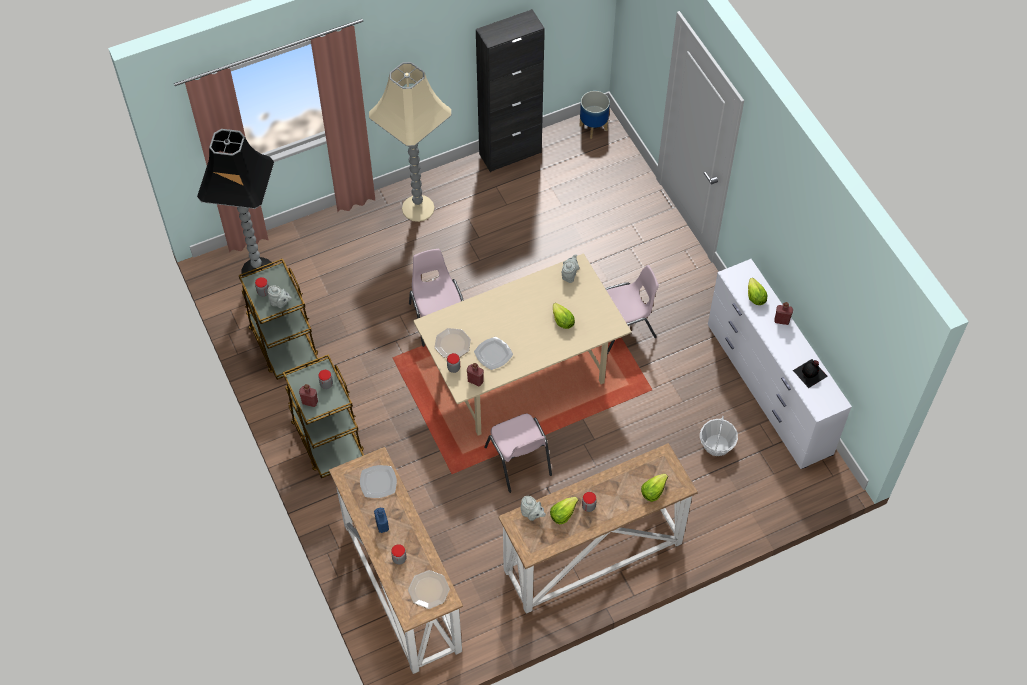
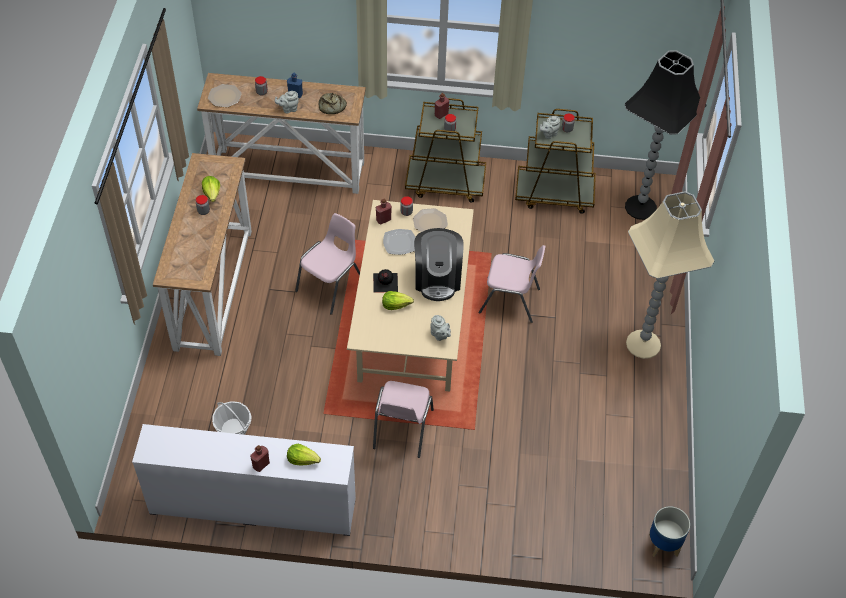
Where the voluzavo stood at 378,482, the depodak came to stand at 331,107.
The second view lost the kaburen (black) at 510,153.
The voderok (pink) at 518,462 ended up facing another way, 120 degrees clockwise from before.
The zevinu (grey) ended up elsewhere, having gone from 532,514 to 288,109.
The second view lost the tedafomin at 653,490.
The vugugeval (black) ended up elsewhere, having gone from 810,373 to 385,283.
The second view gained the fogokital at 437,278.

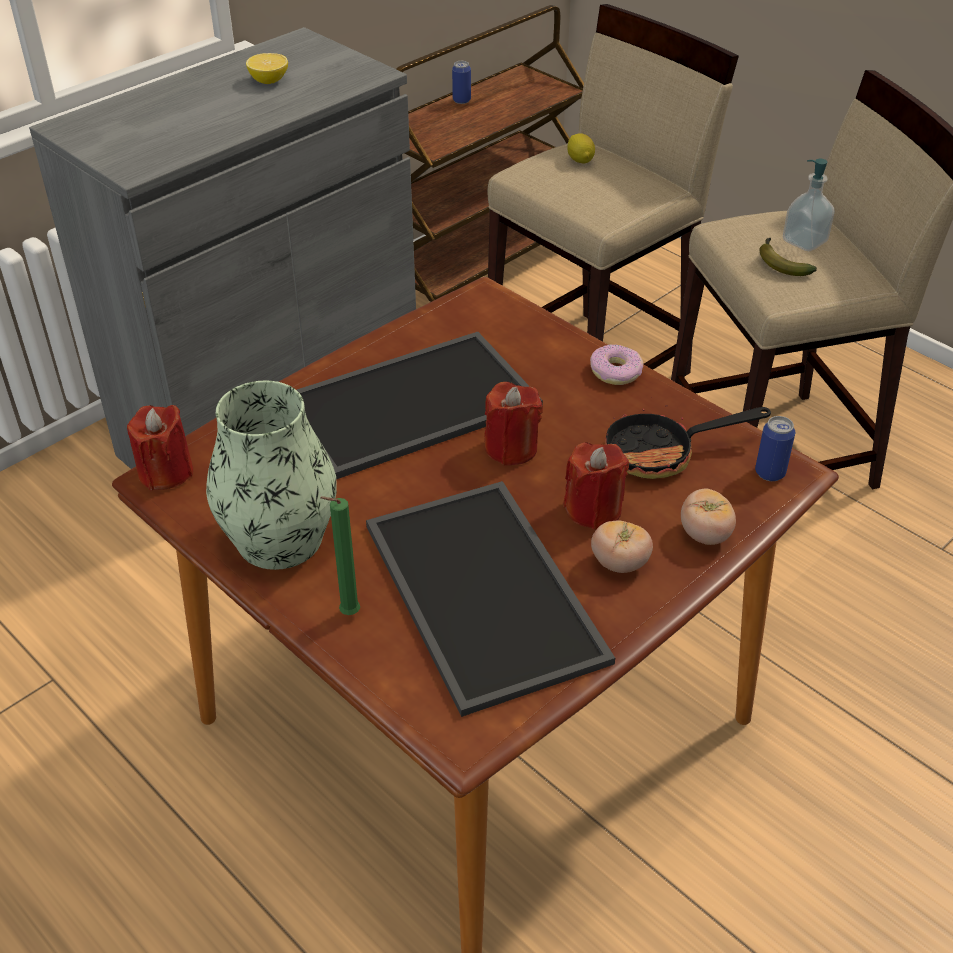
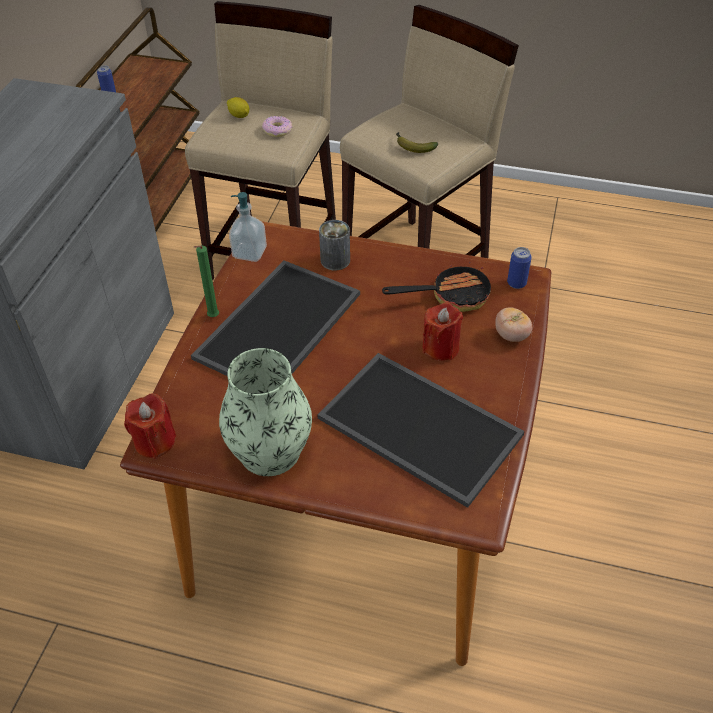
The second view lost the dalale at 269,80.
The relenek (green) ended up elsewhere, having gone from 346,614 to 212,318.
The second view lost the relenek (red) at 511,448.
The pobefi ended up elsewhere, having gone from 616,371 to 277,130.
The second view lost the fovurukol at 619,563.
The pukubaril at 662,453 ended up facing another way, 150 degrees counterclockwise from before.
The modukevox ended up elsewhere, having gone from 804,241 to 249,253.
The second view gained the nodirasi at 335,260.

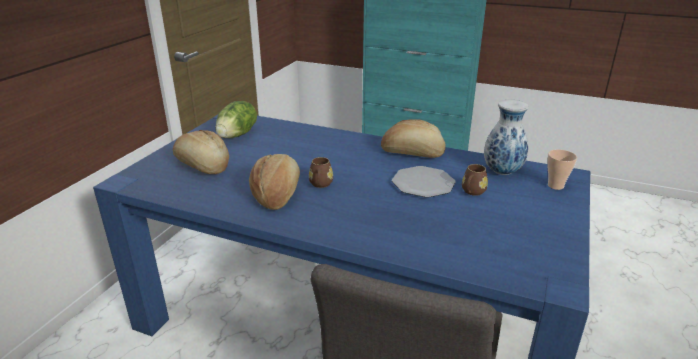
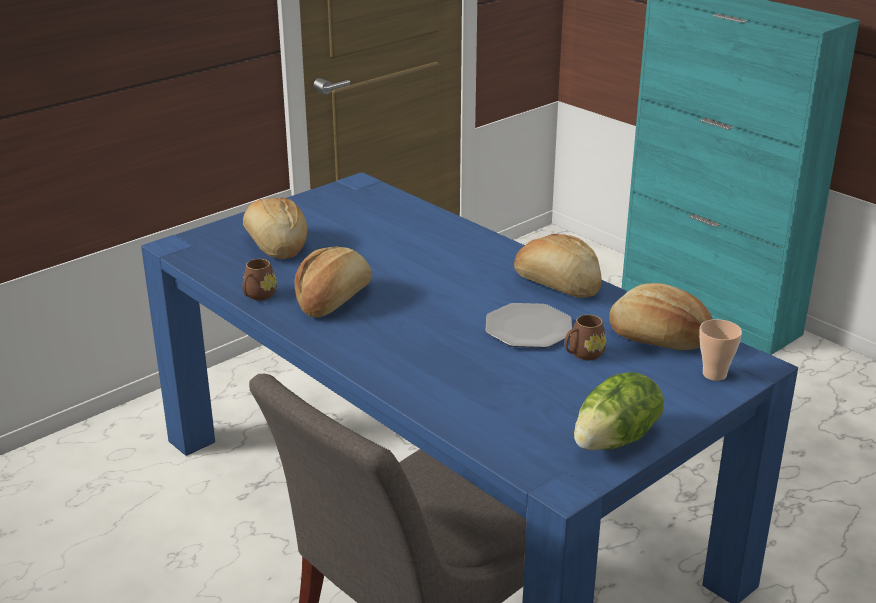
The tedafomin ended up elsewhere, having gone from 238,135 to 617,440.
The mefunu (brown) ended up elsewhere, having gone from 320,185 to 258,296.
Where the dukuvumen stood at 502,171, the depodak came to stand at 659,338.

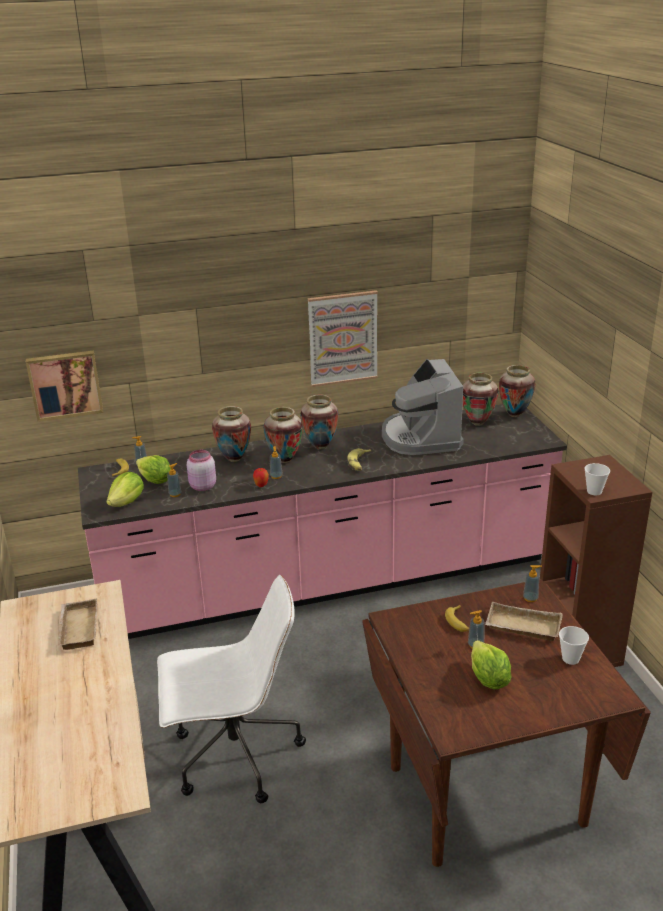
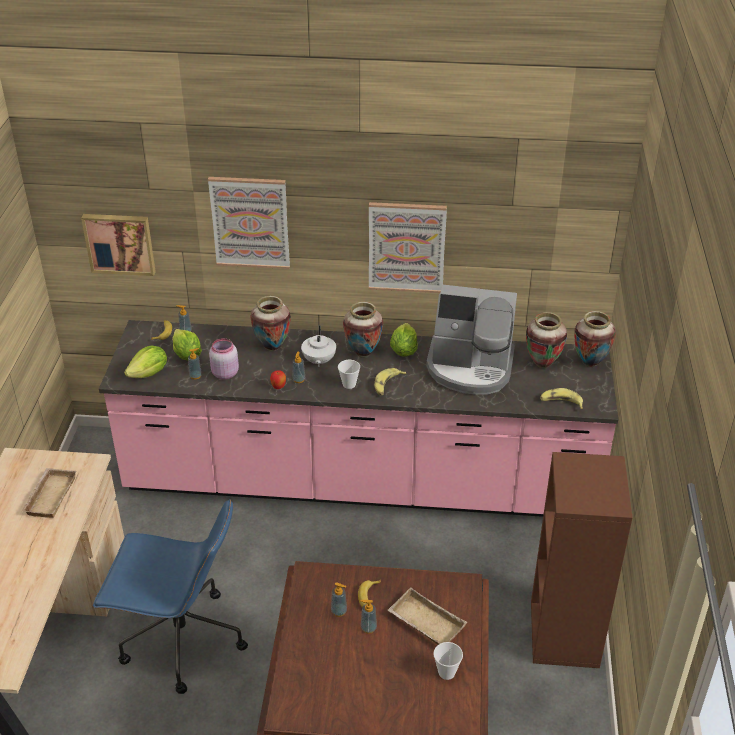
What was the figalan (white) at 234,756 turned into the figalan (blue) at 180,640.
Where the dukuvumen stood at 284,460, the zevinu (white) came to stand at 318,361.
The fogokital at 420,437 ended up facing another way, 90 degrees counterclockwise from before.
The tedafomin ended up elsewhere, having gone from 488,679 to 403,350.
The modukevox ended up elsewhere, having gone from 530,598 to 339,611.
The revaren ended up elsewhere, having gone from 594,491 to 349,384.
The second view gained the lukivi at 250,222.
The second view gained the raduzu at 561,402.

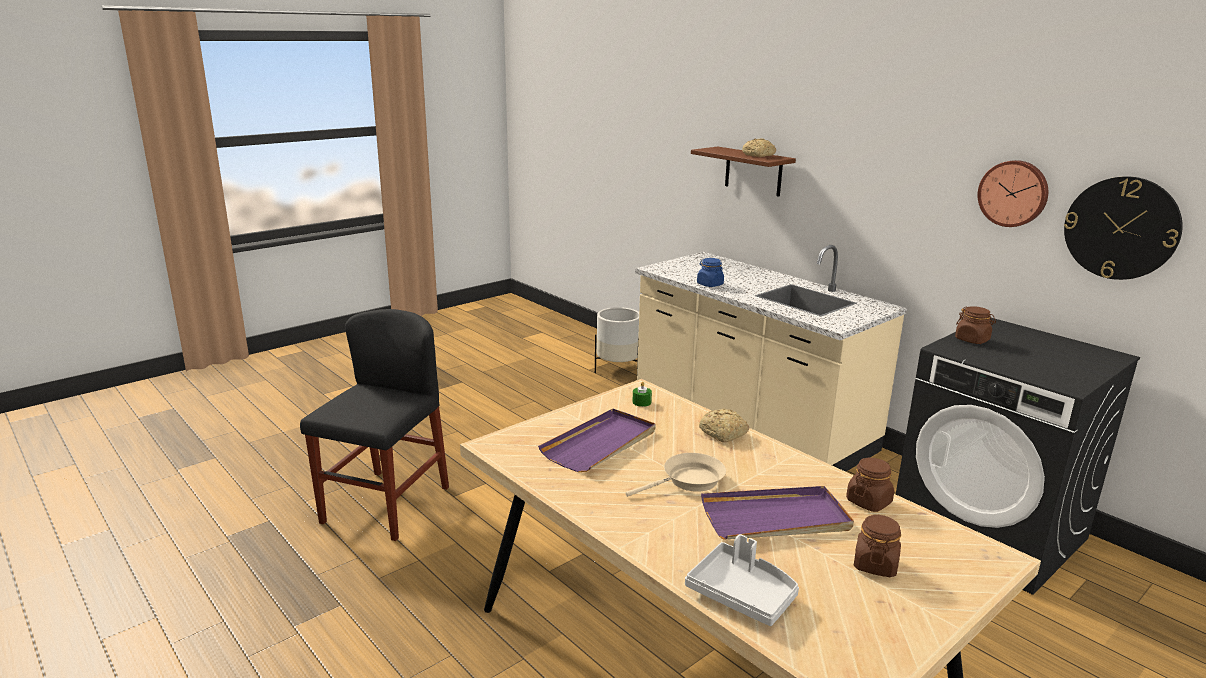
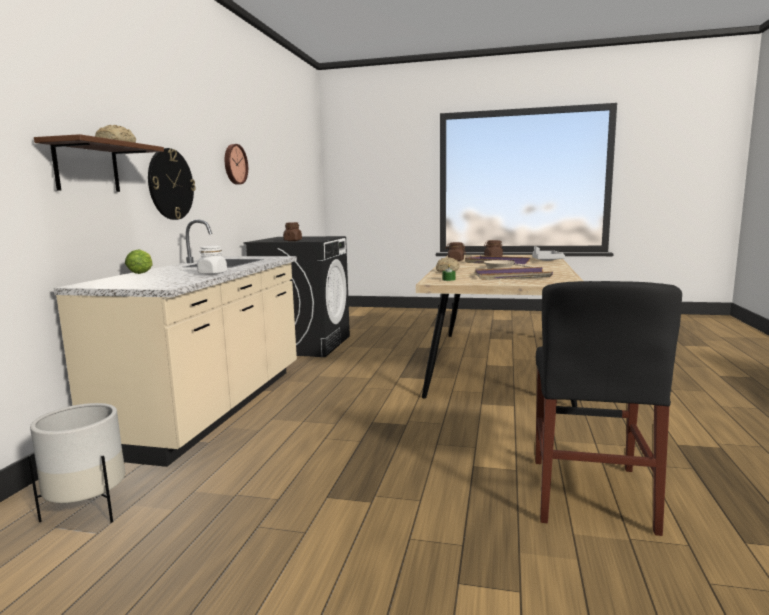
The voderok (black) at 386,505 ended up facing another way, 60 degrees counterclockwise from before.
What was the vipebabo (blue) at 709,284 turned into the vipebabo (white) at 212,273.
The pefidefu ended up elsewhere, having gone from 1121,228 to 170,184.
The second view gained the tedafomin at 142,272.

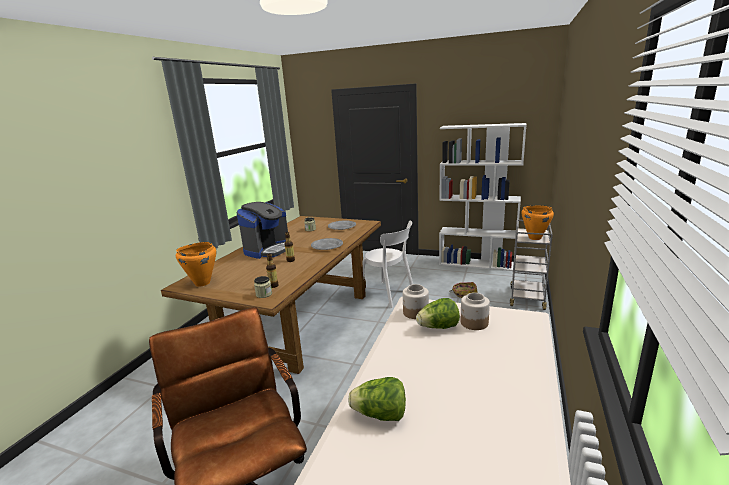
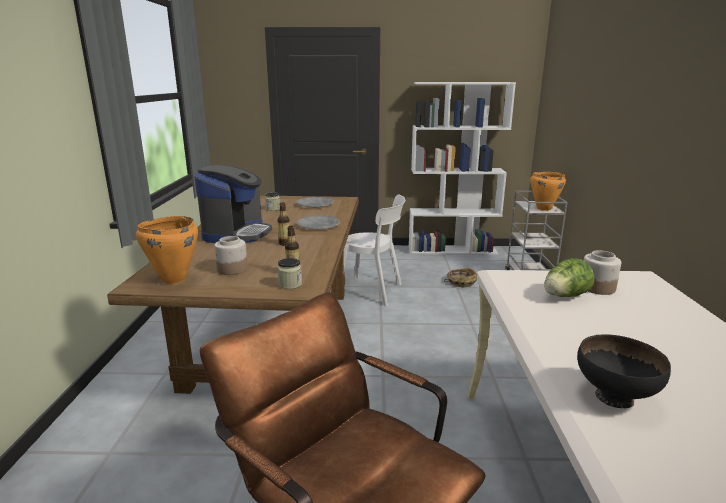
Where the tedafomin stood at 380,415, the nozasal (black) came to stand at 615,397.
The vipebabo ended up elsewhere, having gone from 415,313 to 232,269.

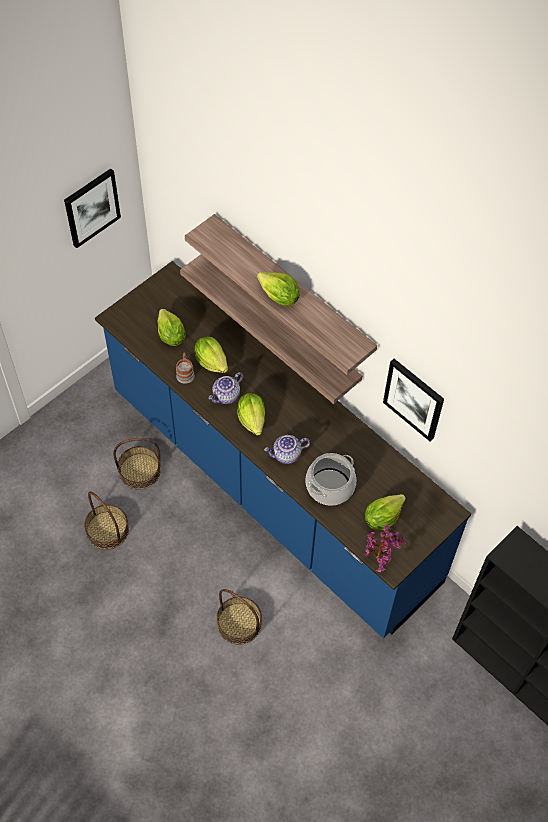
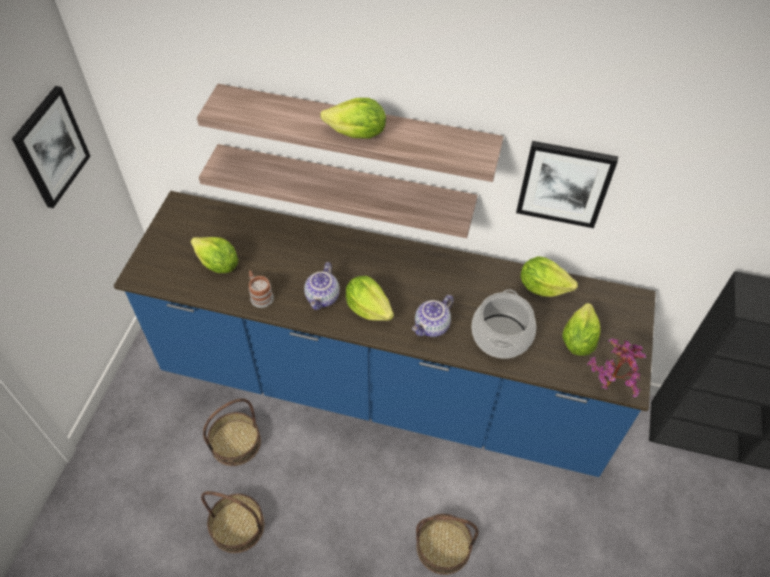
The tedafomin ended up elsewhere, having gone from 211,361 to 542,287.

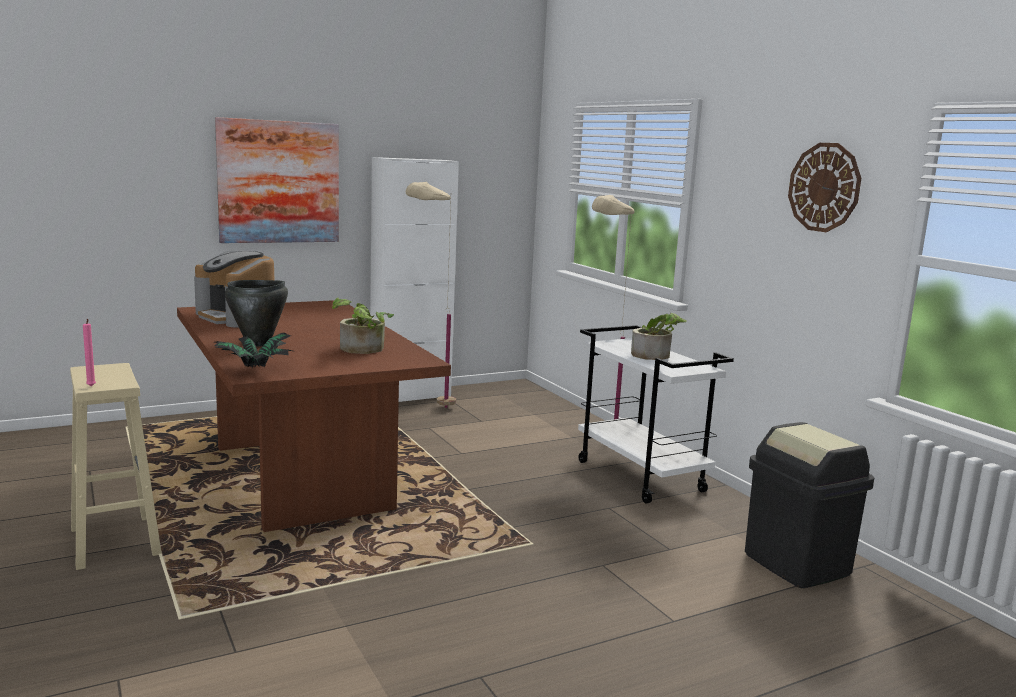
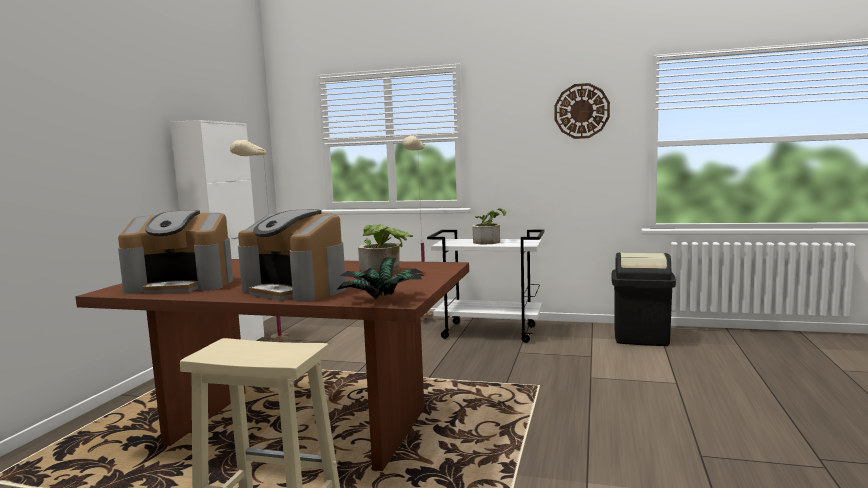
The second view lost the relenek (pink) at 91,386.
The second view lost the lukivi at 279,182.
Where the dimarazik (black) stood at 258,344, the fogokital came to stand at 296,289.

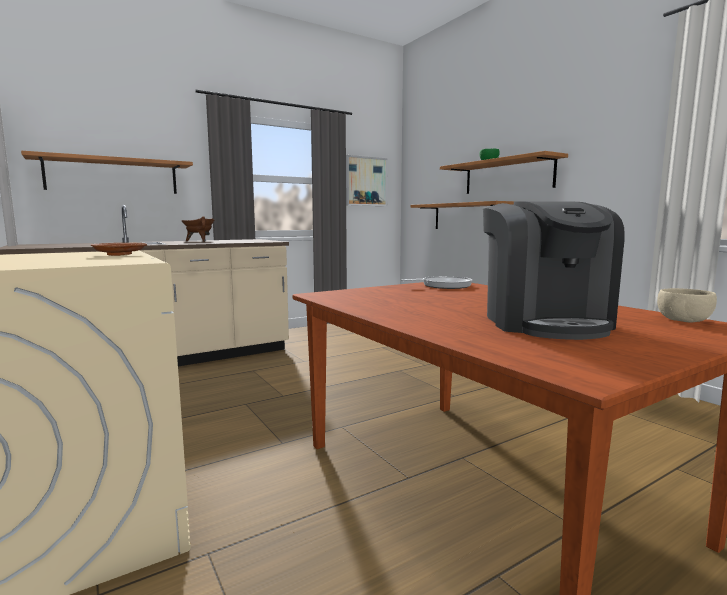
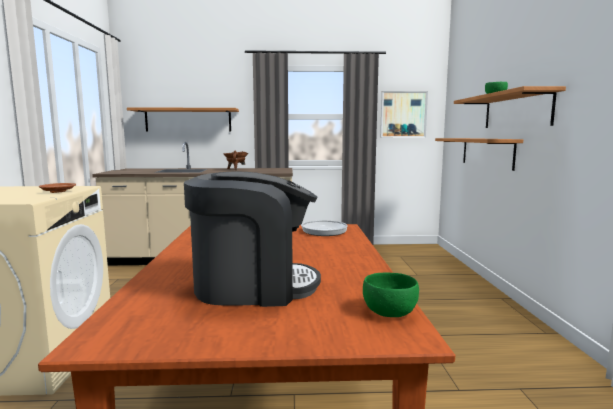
The fogokital at 544,322 ended up facing another way, 120 degrees counterclockwise from before.
What was the nozasal (beige) at 683,320 turned into the nozasal (green) at 389,312.

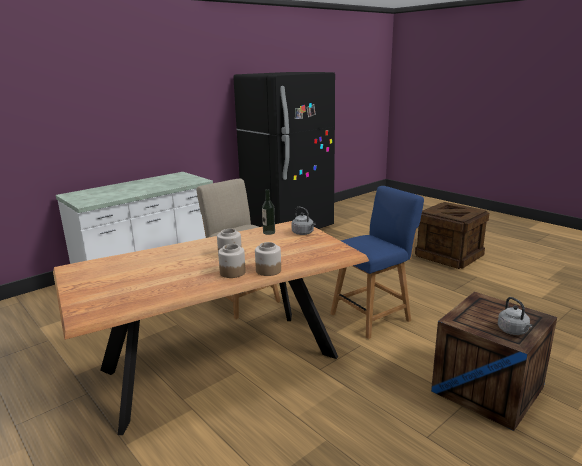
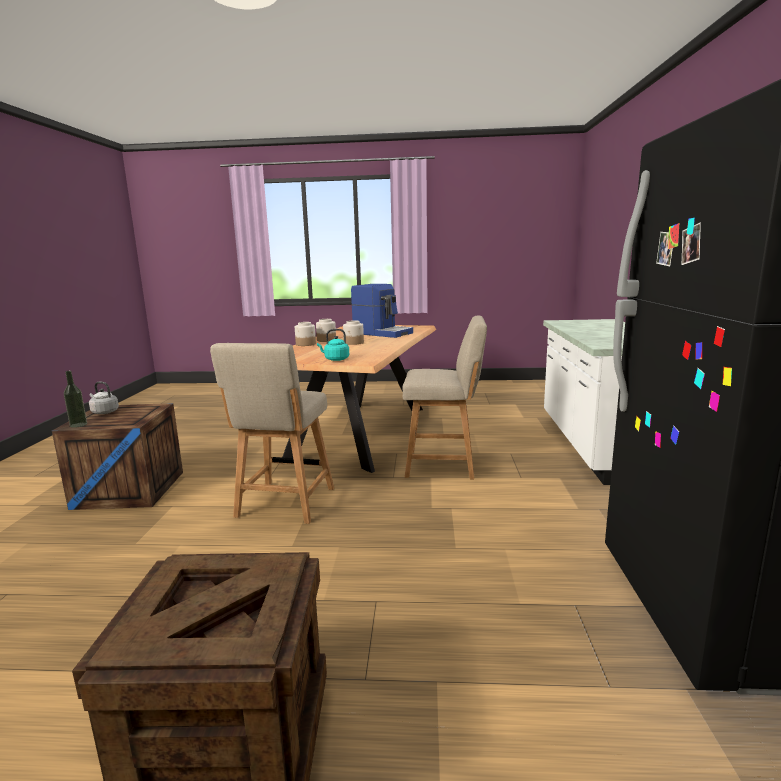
The vugugeval ended up elsewhere, having gone from 269,232 to 78,425.
What was the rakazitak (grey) at 303,233 turned into the rakazitak (turquoise) at 335,359.
What was the voderok (blue) at 373,316 turned into the voderok (beige) at 284,504.
The second view gained the fogokital at 382,333.

